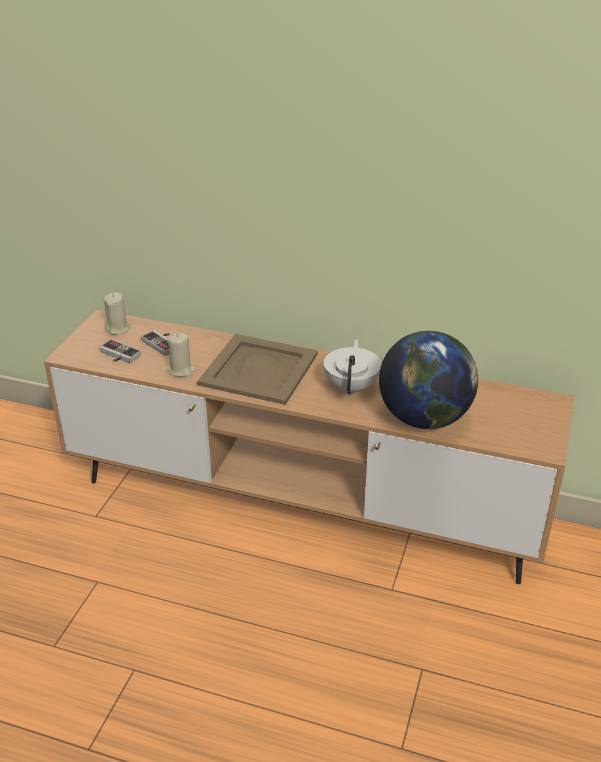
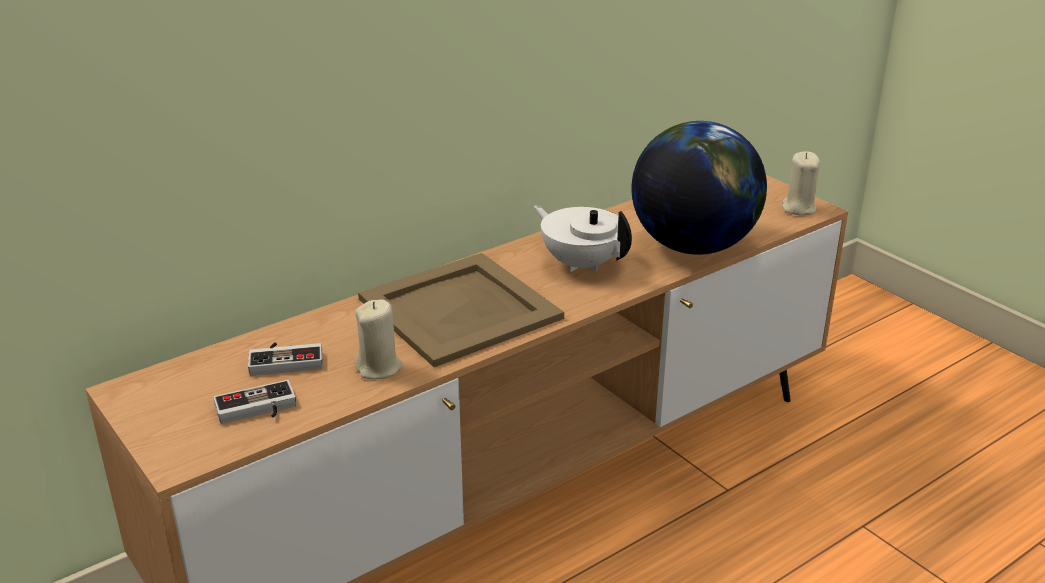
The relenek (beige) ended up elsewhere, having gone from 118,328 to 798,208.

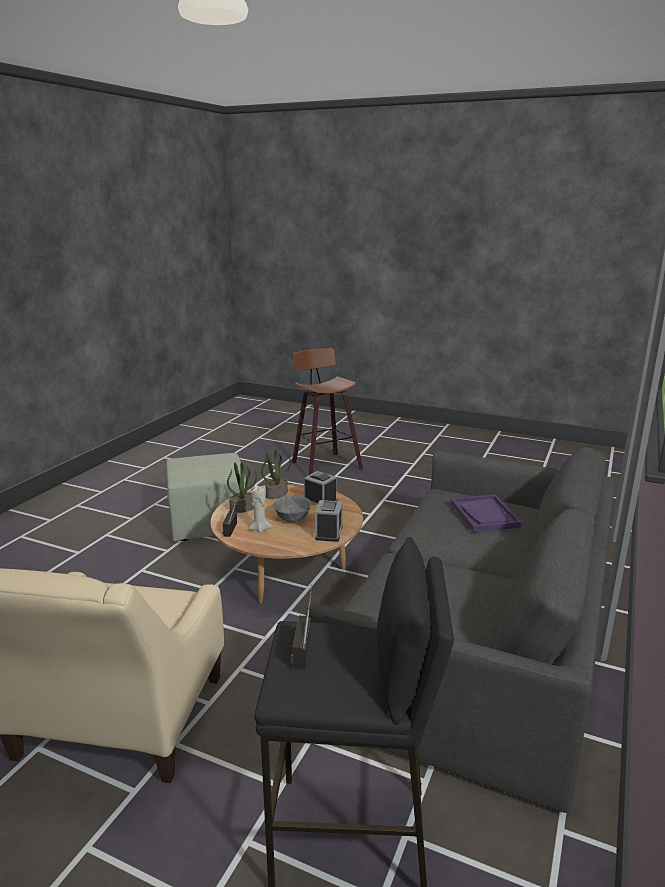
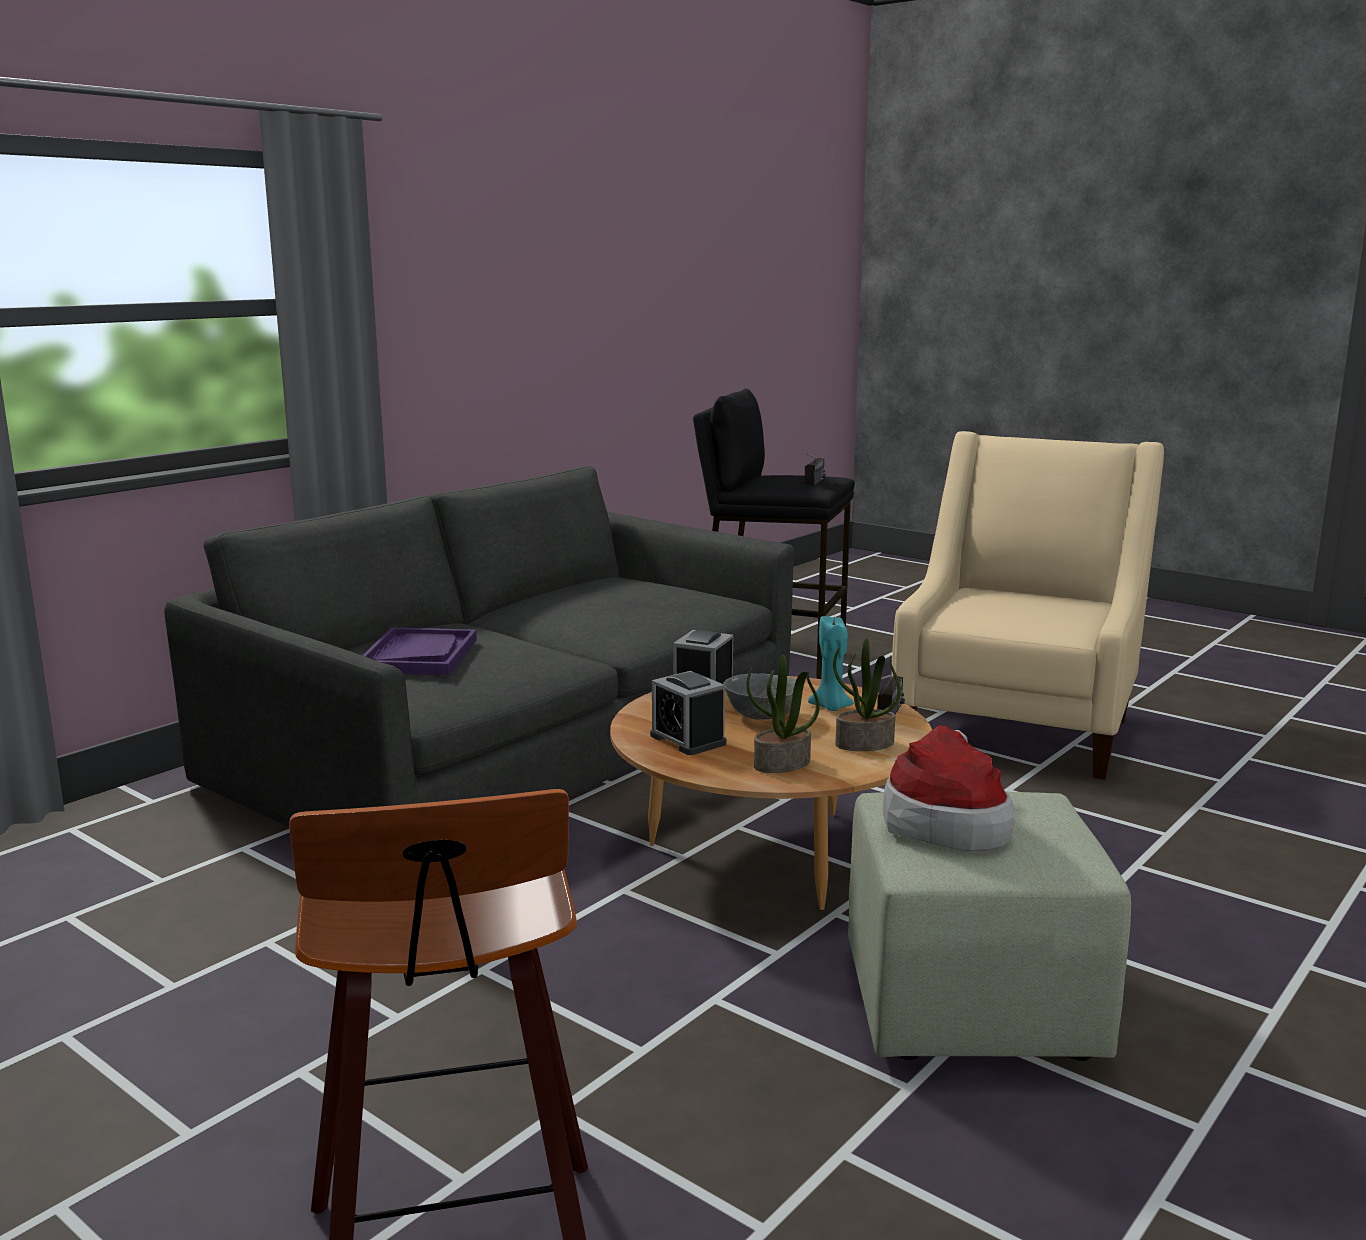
What was the relenek (beige) at 260,529 turned into the relenek (turquoise) at 831,707.
The second view gained the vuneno at 946,821.

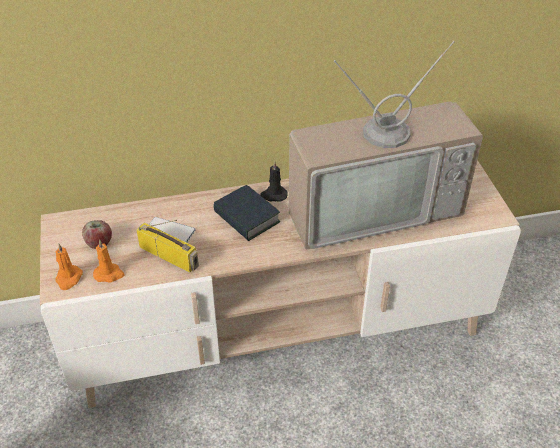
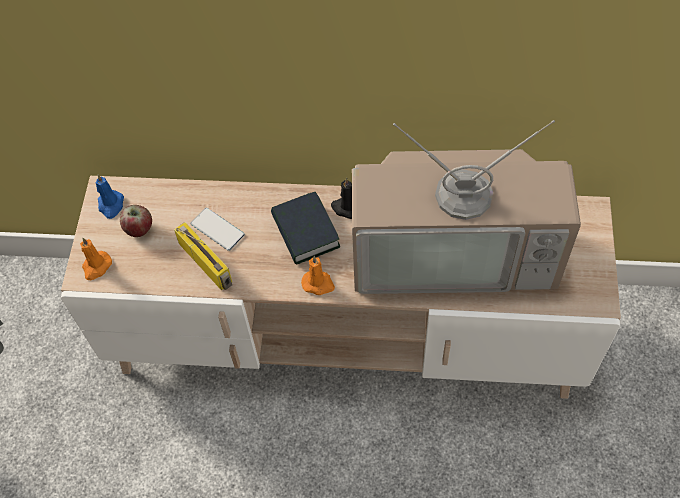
The relenek (orange) ended up elsewhere, having gone from 109,274 to 318,283.
The second view gained the relenek (blue) at 111,205.

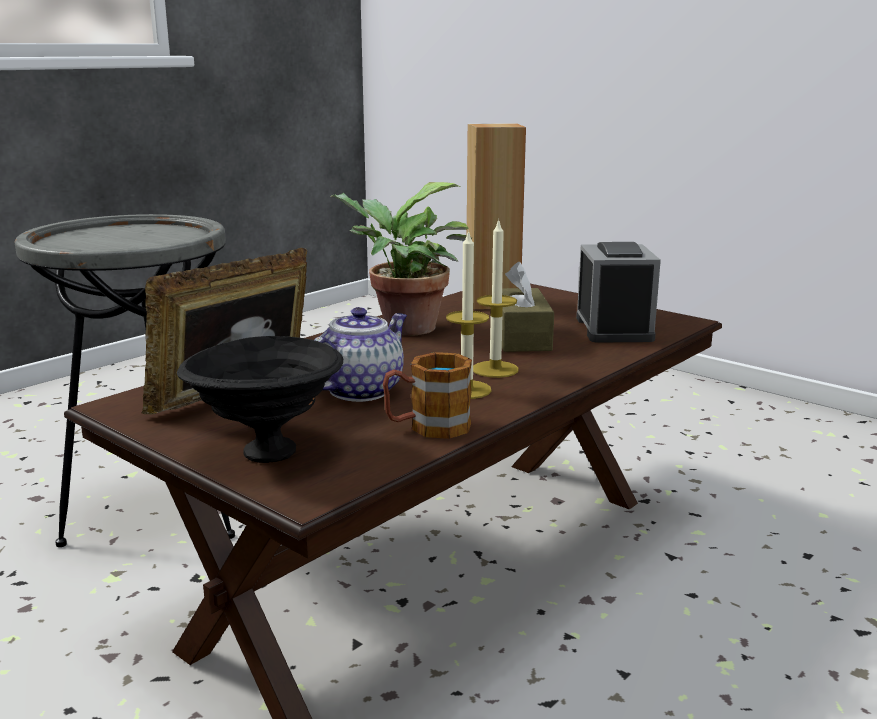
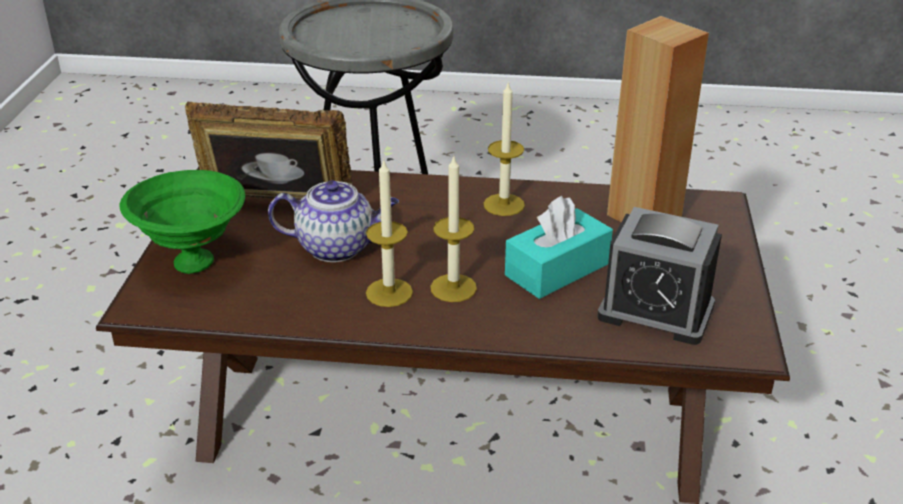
What was the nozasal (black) at 265,452 turned into the nozasal (green) at 191,261.
Where the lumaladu stood at 402,328, the relenek came to stand at 504,205.
The second view lost the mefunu at 428,427.
What was the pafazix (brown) at 521,337 turned into the pafazix (turquoise) at 557,269.
The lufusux at 614,328 ended up facing another way, 60 degrees clockwise from before.

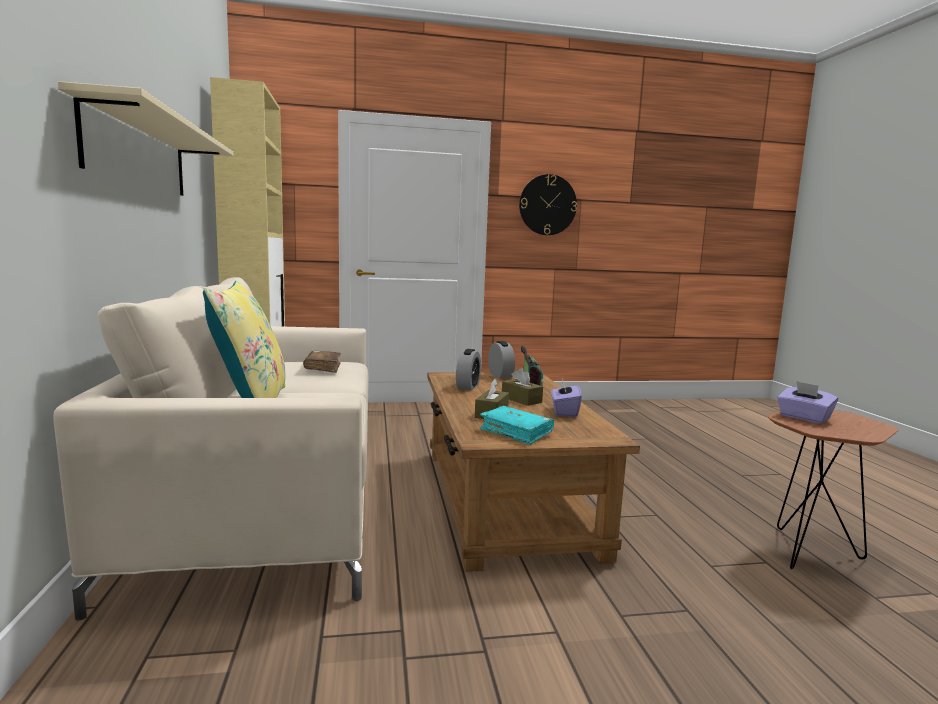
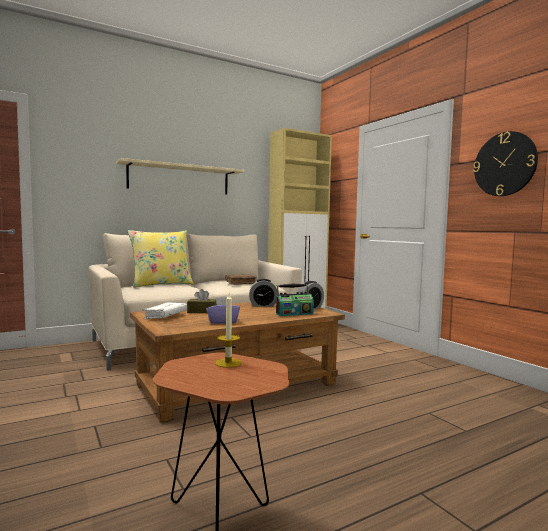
What was the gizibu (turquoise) at 516,432 turned into the gizibu (white) at 165,316.
The second view lost the pafazix (brown) at 521,400.
Where the pafazix (purple) stood at 804,418, the relenek came to stand at 228,363.

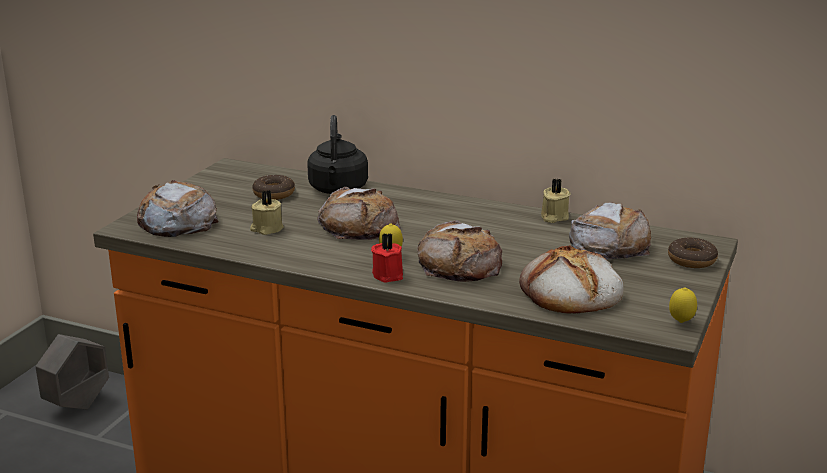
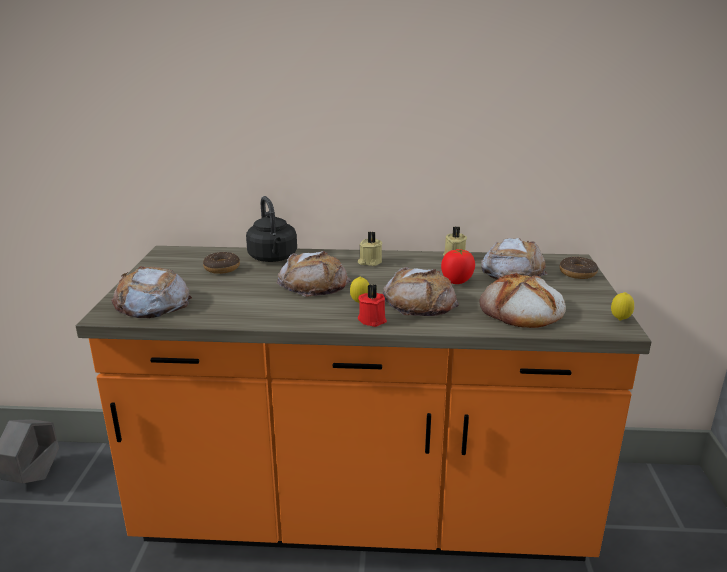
The relenek (beige) ended up elsewhere, having gone from 266,229 to 369,262.
The second view gained the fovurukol at 456,281.

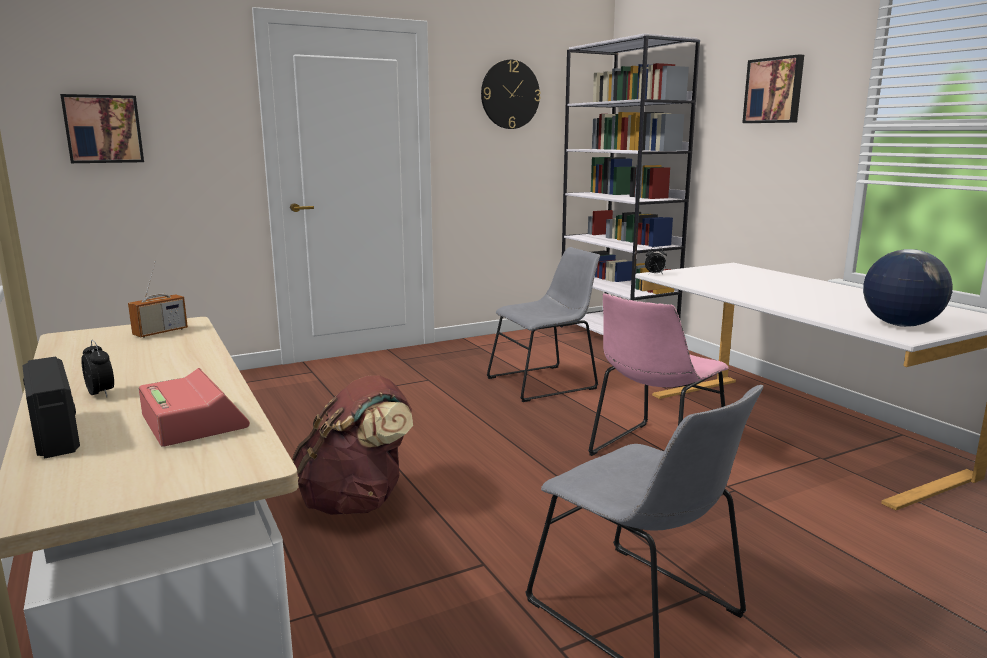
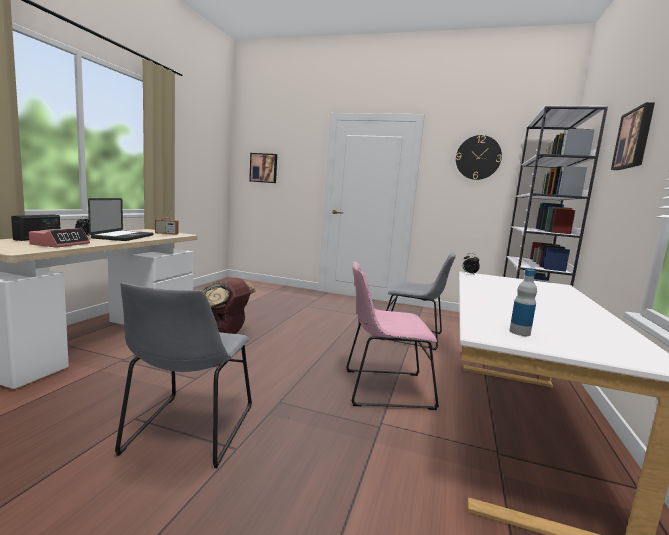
Where the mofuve stood at 900,325, the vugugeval came to stand at 519,332.
The second view gained the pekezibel at 123,237.

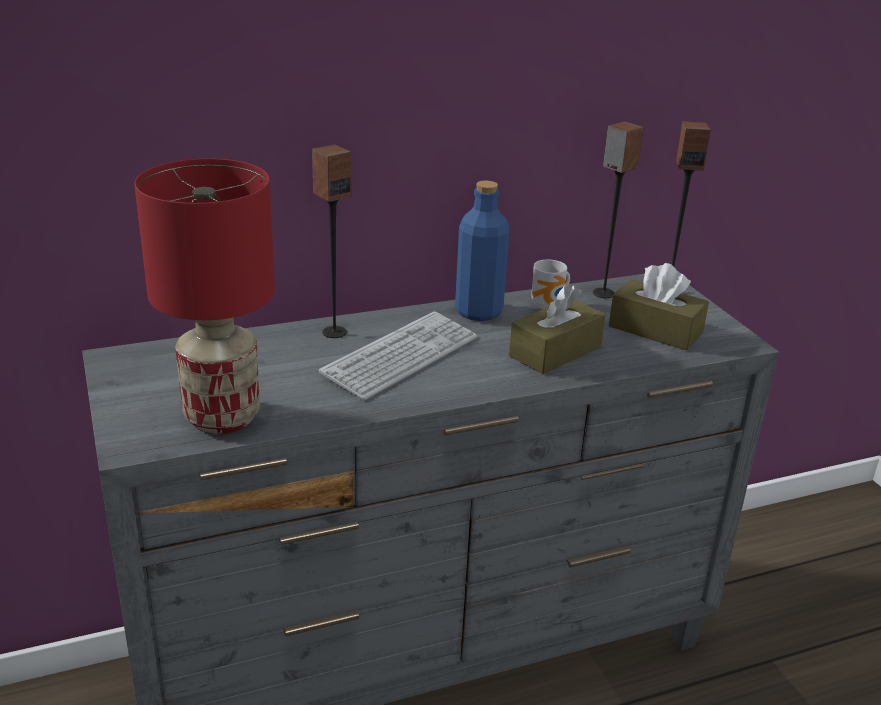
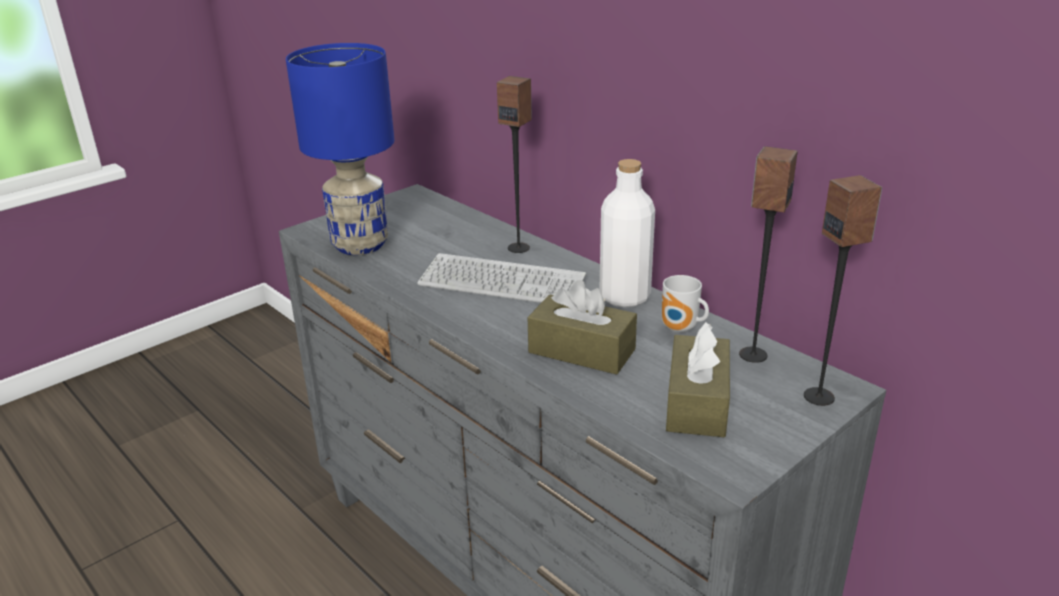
What was the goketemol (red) at 220,417 turned into the goketemol (blue) at 360,244.
What was the vugugeval (blue) at 478,312 turned into the vugugeval (white) at 624,297.

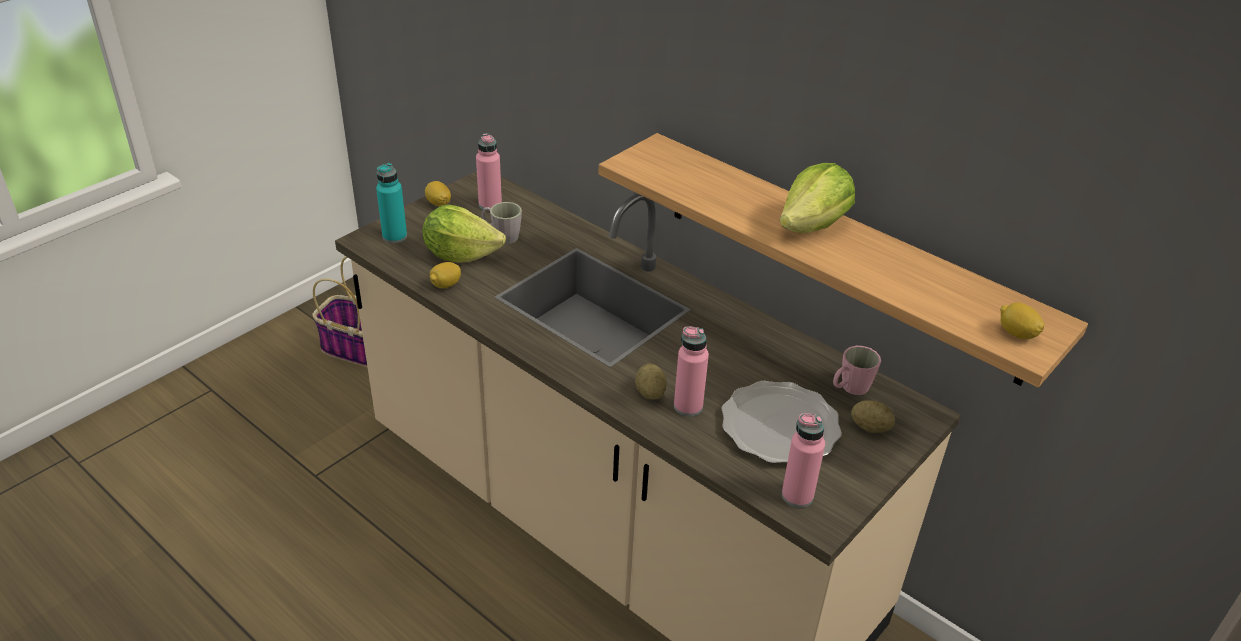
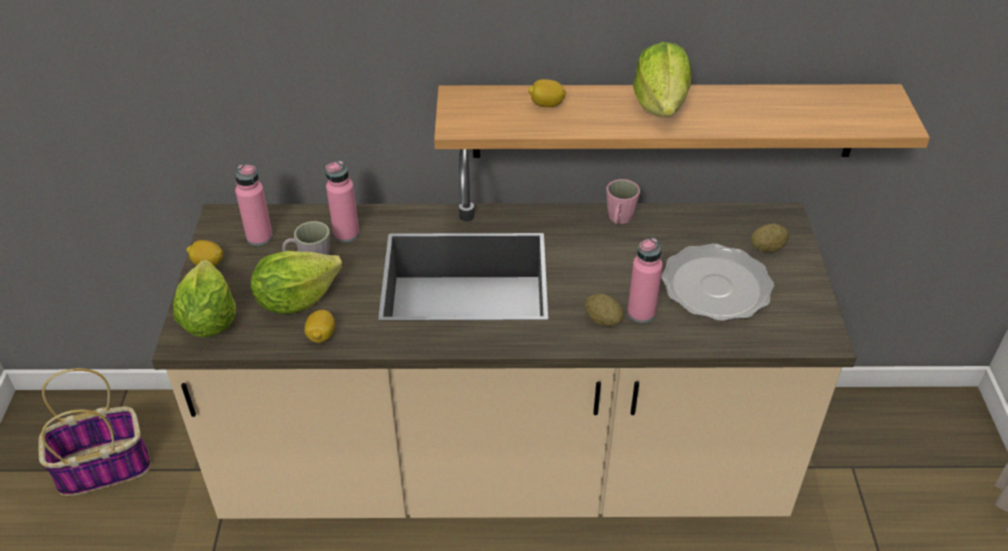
Where the vugugeval (turquoise) stood at 394,236, the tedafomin came to stand at 209,320.
The vugugeval (pink) ended up elsewhere, having gone from 797,496 to 346,234.
The mefunu (pink) ended up elsewhere, having gone from 850,388 to 619,220.
The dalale ended up elsewhere, having gone from 1016,334 to 546,105.

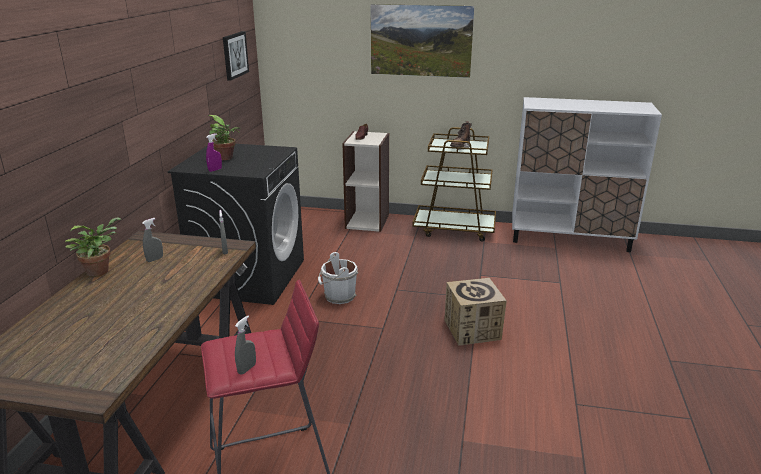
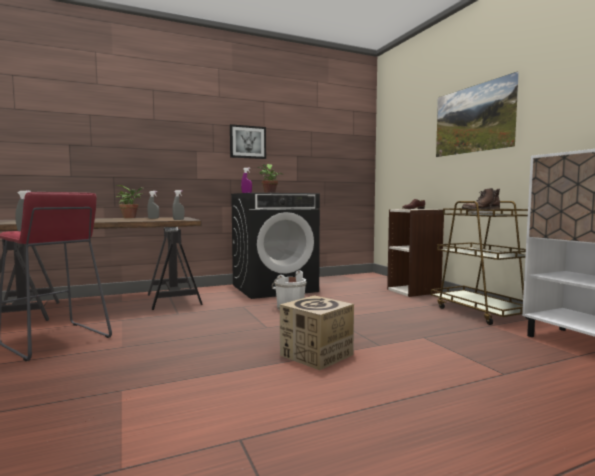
The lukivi ended up elsewhere, having gone from 234,55 to 247,142.

